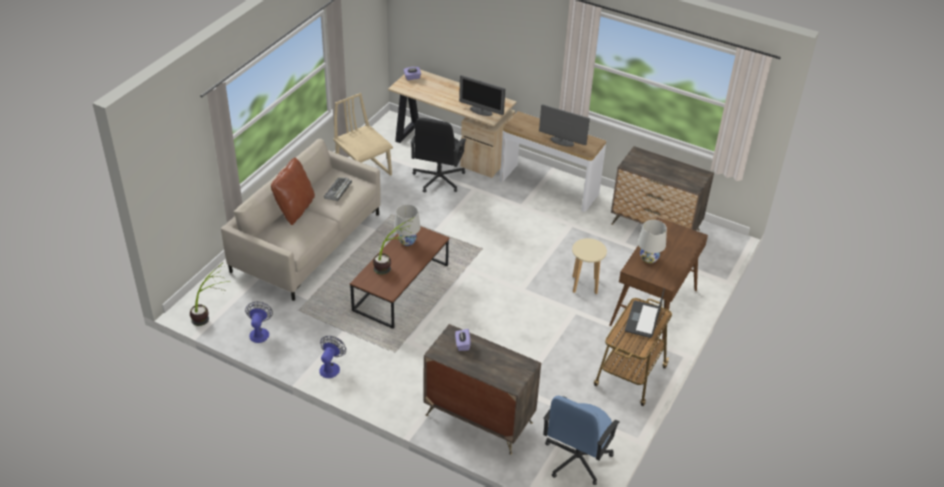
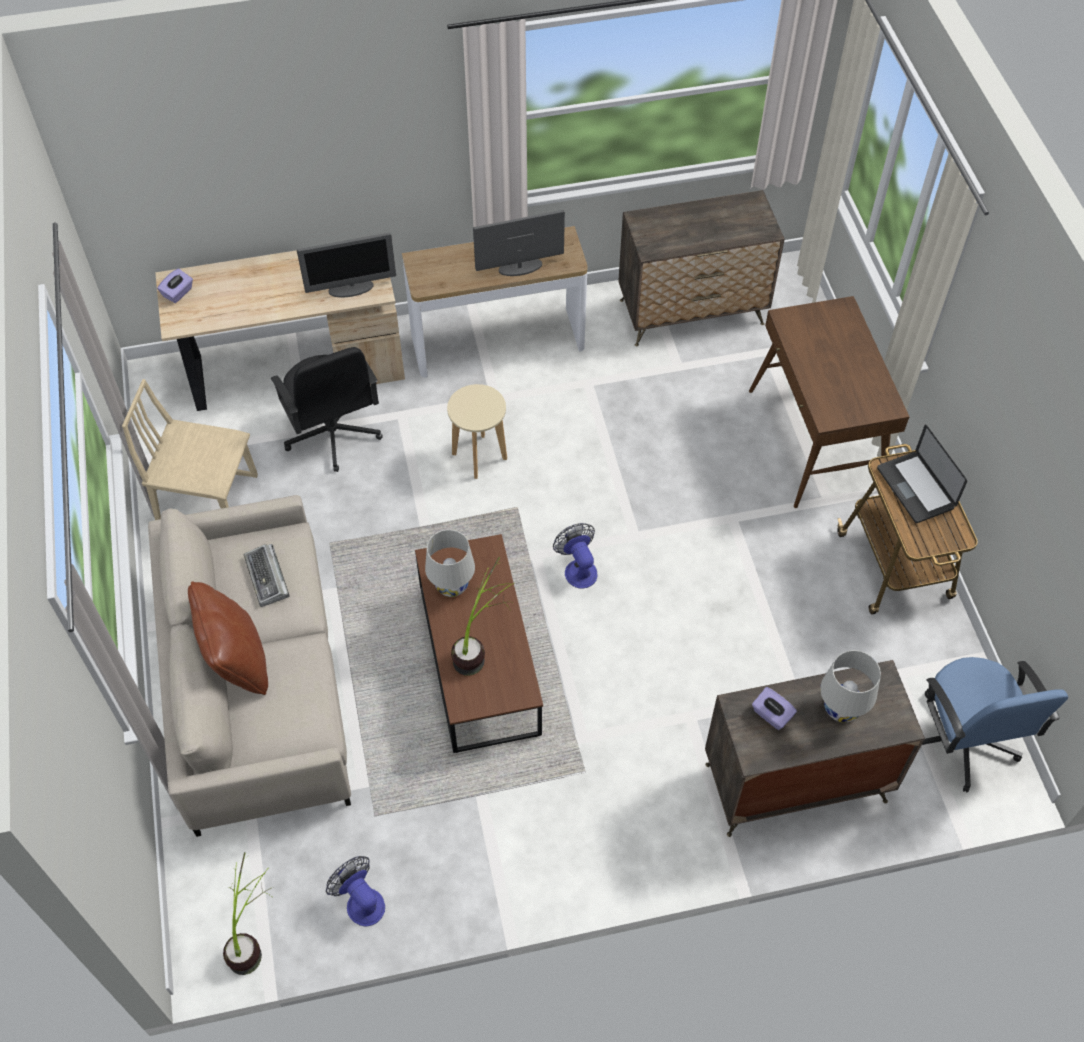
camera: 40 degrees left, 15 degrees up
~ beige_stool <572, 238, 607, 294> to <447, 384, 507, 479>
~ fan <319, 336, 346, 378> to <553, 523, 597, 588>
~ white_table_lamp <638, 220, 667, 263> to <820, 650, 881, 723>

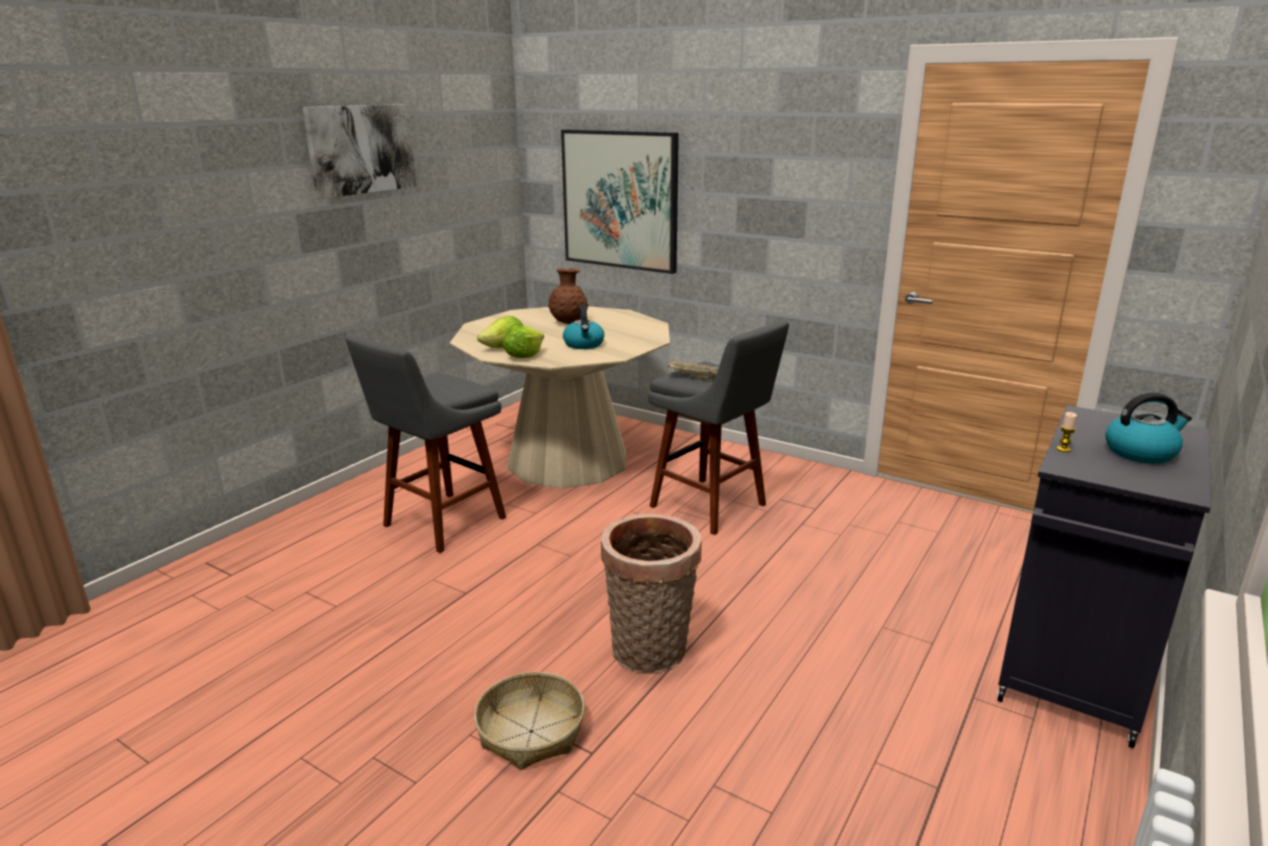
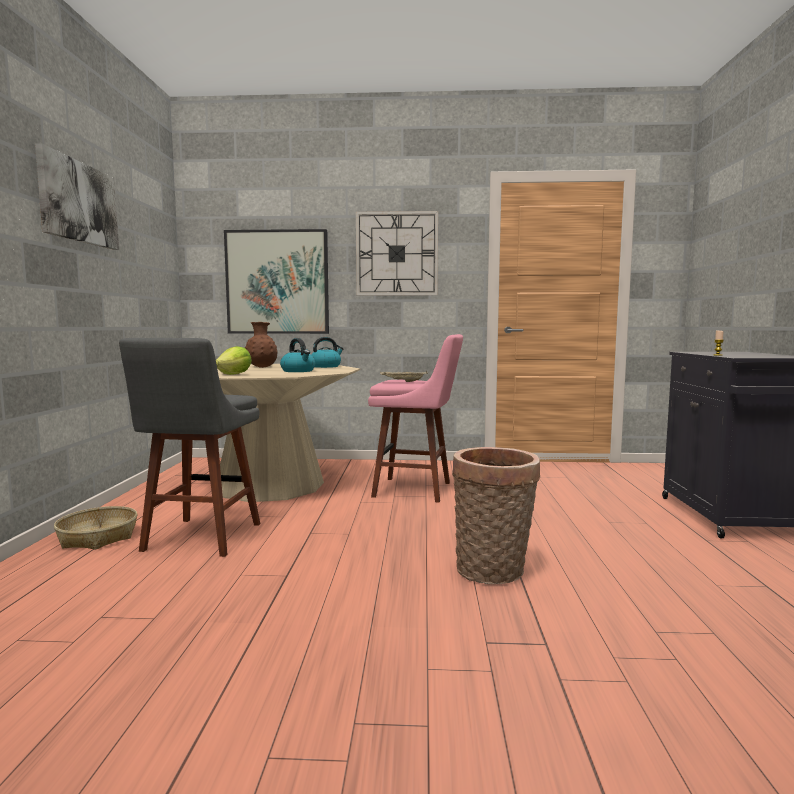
camera: 30 degrees left, 15 degrees down
~ basket <474, 672, 585, 770> to <54, 506, 138, 550>
~ kettle <1105, 393, 1192, 464> to <311, 337, 343, 368>
+ wall_clock <356, 211, 438, 296>
~ grey_stool <648, 321, 789, 535> to pink_stool <368, 334, 463, 503>
- lettuce <503, 326, 544, 358>

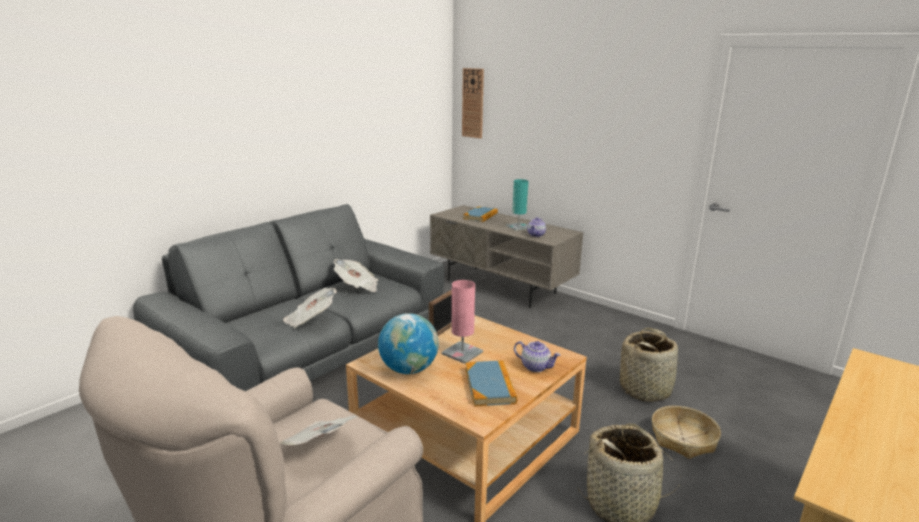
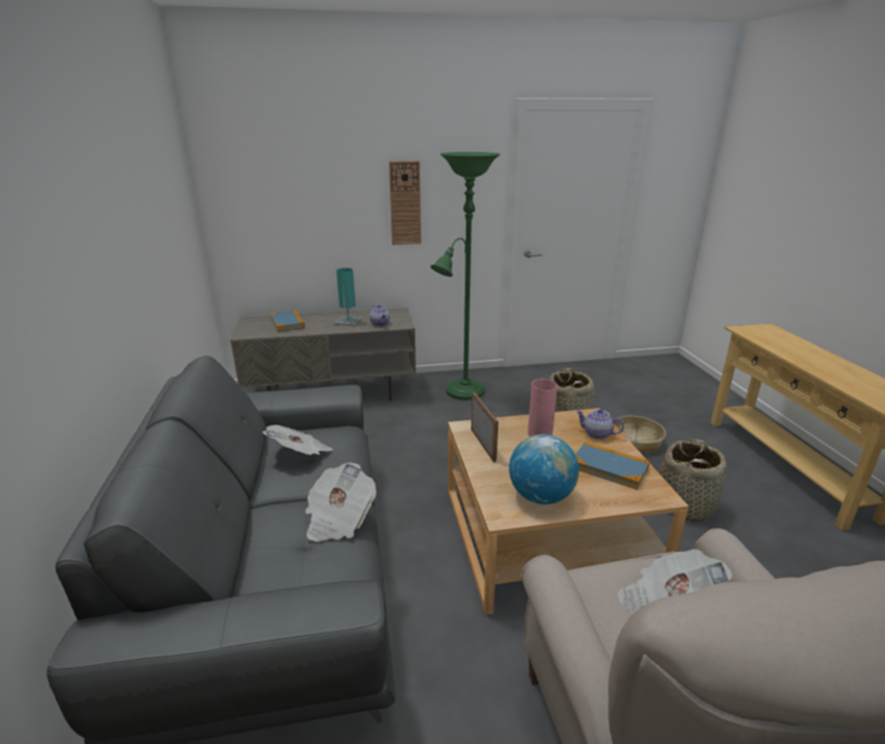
camera: 50 degrees left, 5 degrees up
~ wall_clock <462, 68, 484, 139> to <389, 161, 421, 245>
+ green_floor_lamp <430, 152, 501, 400>
~ teapot <514, 341, 560, 372> = <576, 409, 624, 439> 135 degrees counterclockwise

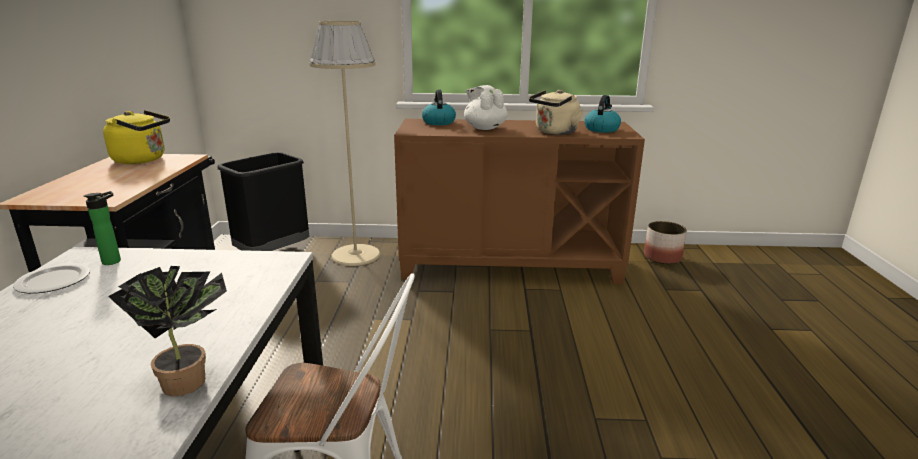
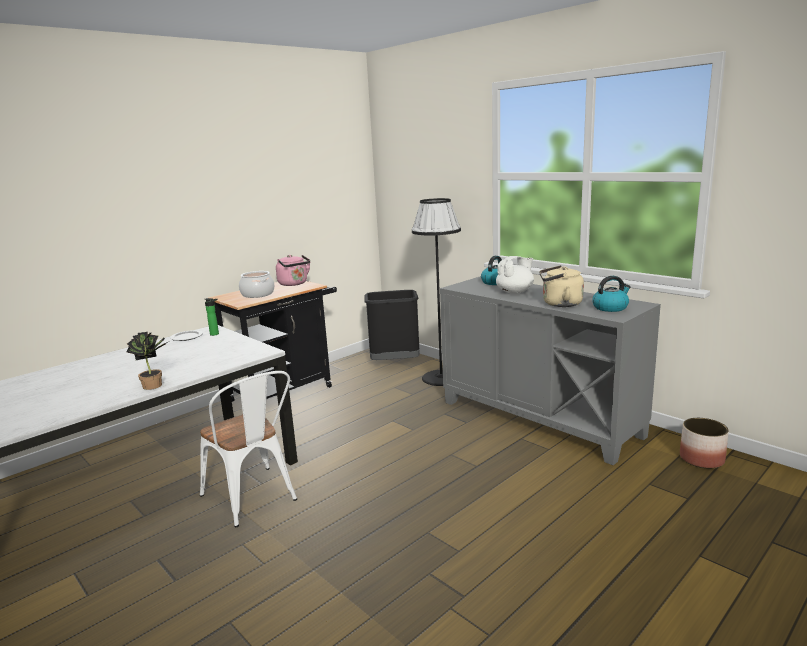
camera: 45 degrees right, 5 degrees down
+ cooking_pot <239, 271, 274, 298>
~ yellow_kettle <103, 110, 170, 164> to pink_kettle <276, 255, 310, 286>
~ beige_floor_lamp <309, 21, 380, 266> to black_floor_lamp <412, 198, 461, 386>
~ brown_cabinet <394, 119, 645, 285> to grey_cabinet <440, 276, 661, 465>
~ white_teapot <464, 85, 508, 130> = <496, 256, 534, 294> 45 degrees clockwise

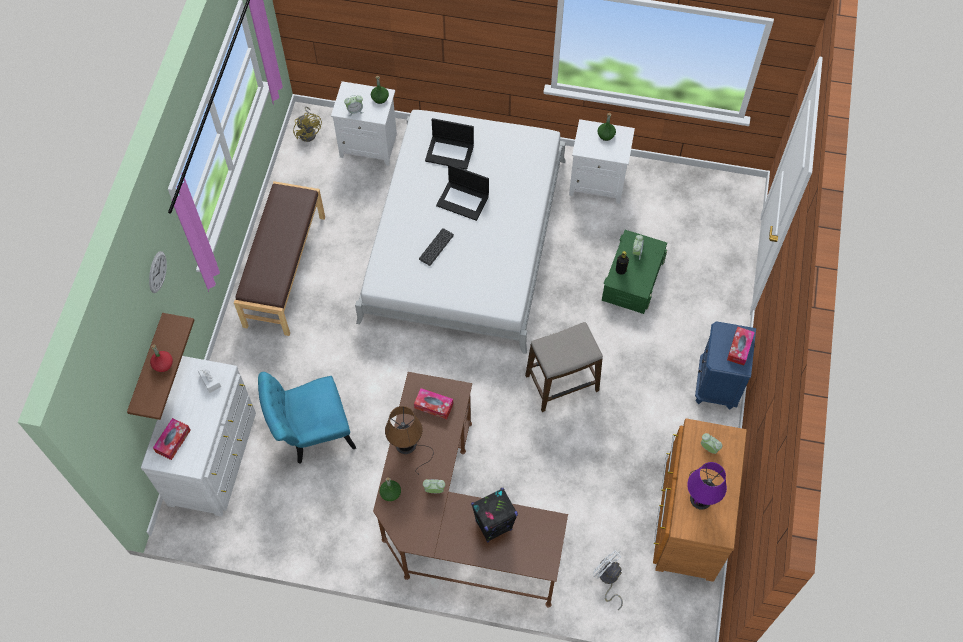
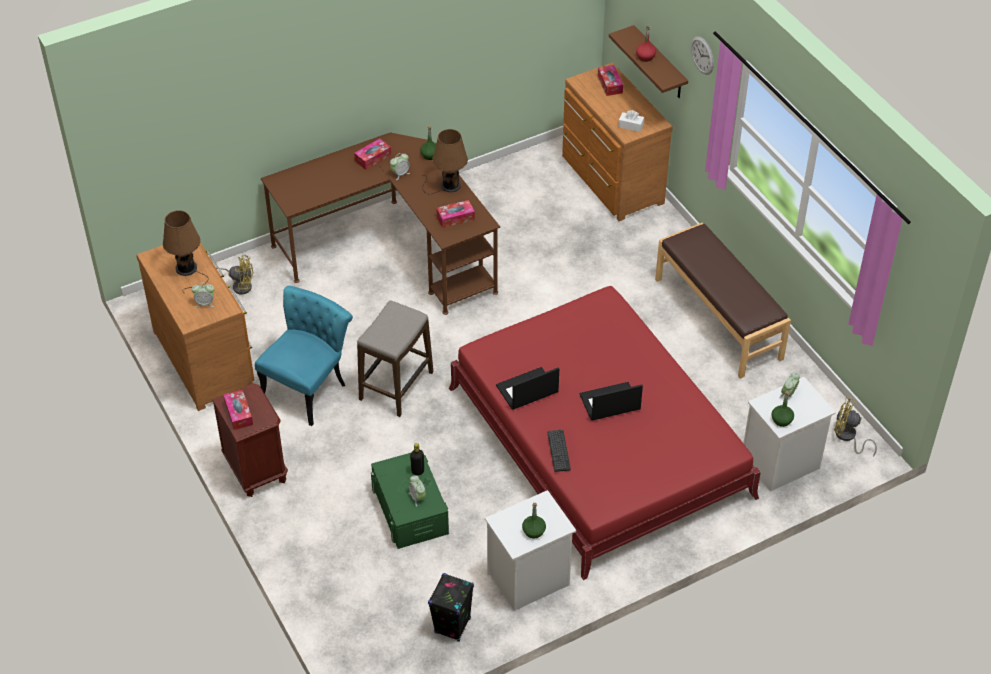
camera: 140 degrees right, 15 degrees down
~ purple_table_lamp <687, 462, 727, 510> to brown_table_lamp <163, 210, 207, 294>
~ blue_nightstand <695, 321, 756, 410> to brown_nightstand <212, 383, 288, 497>
~ white_fan <593, 550, 623, 610> to yellow_fan <216, 255, 253, 295>
~ turquoise_chair <258, 372, 356, 464> to <255, 286, 353, 426>
+ tissue_box <354, 139, 391, 170>
~ black_speaker <471, 488, 518, 543> to <428, 573, 474, 642>
~ white_bed <355, 110, 566, 354> to red_bed <449, 286, 761, 580>
~ laptop <425, 118, 474, 170> to <496, 367, 559, 410>
~ keyboard <419, 228, 454, 266> to <547, 430, 571, 472>
~ white_dresser <141, 356, 256, 517> to brown_dresser <562, 63, 673, 221>

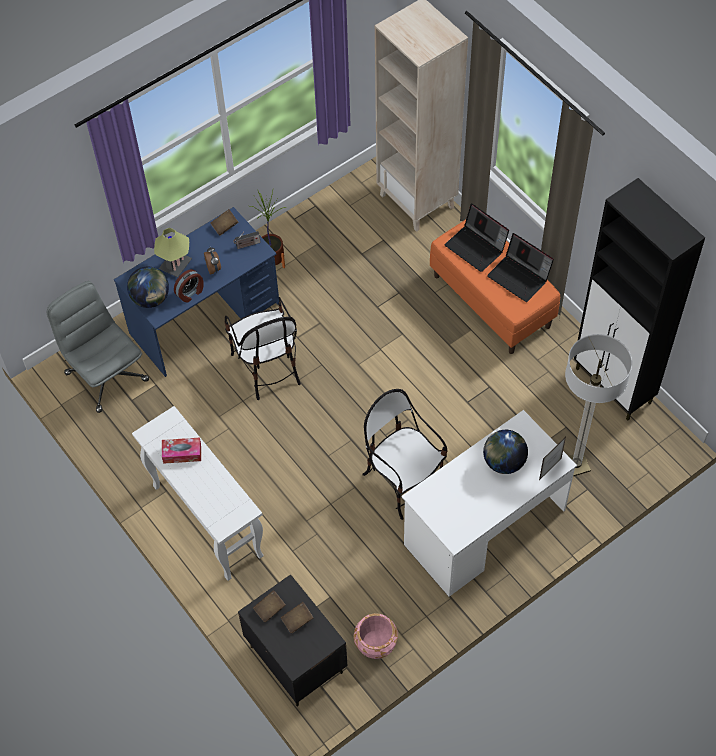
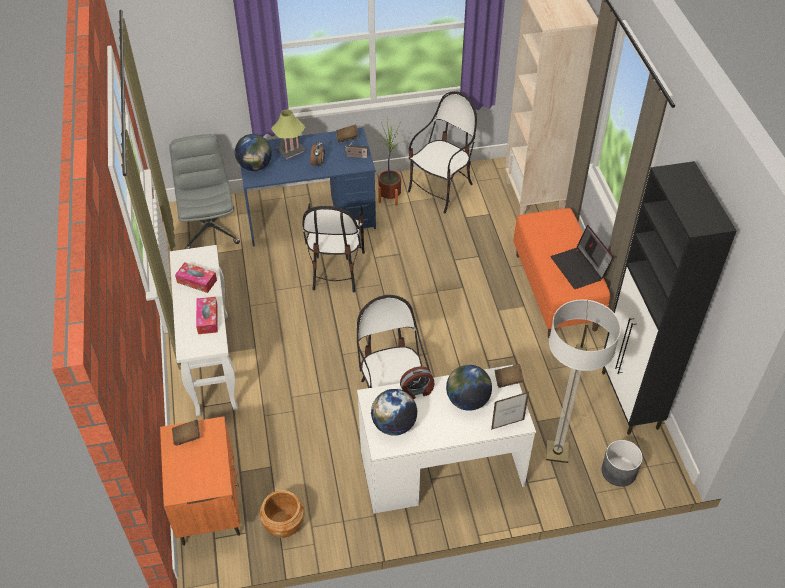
camera: 25 degrees right, 10 degrees down
~ black_nightstand <238, 574, 348, 707> to orange_nightstand <160, 416, 240, 546>
+ tissue_box <196, 297, 218, 334>
~ pink_planter <353, 613, 398, 659> to brown_planter <260, 490, 305, 538>
+ globe <371, 389, 418, 436>
~ alarm_clock <174, 269, 204, 302> to <400, 366, 434, 399>
+ chair <408, 91, 477, 213>
~ brown_book <281, 602, 313, 633> to <495, 364, 524, 388>
+ grey_planter <601, 440, 643, 487>
- laptop <444, 203, 509, 272>

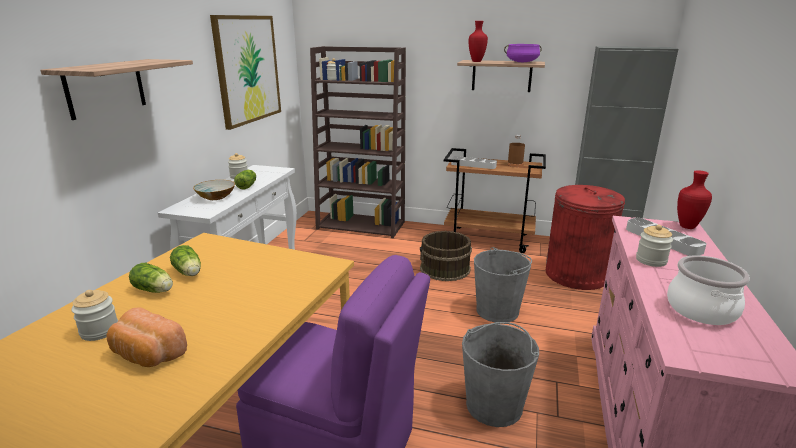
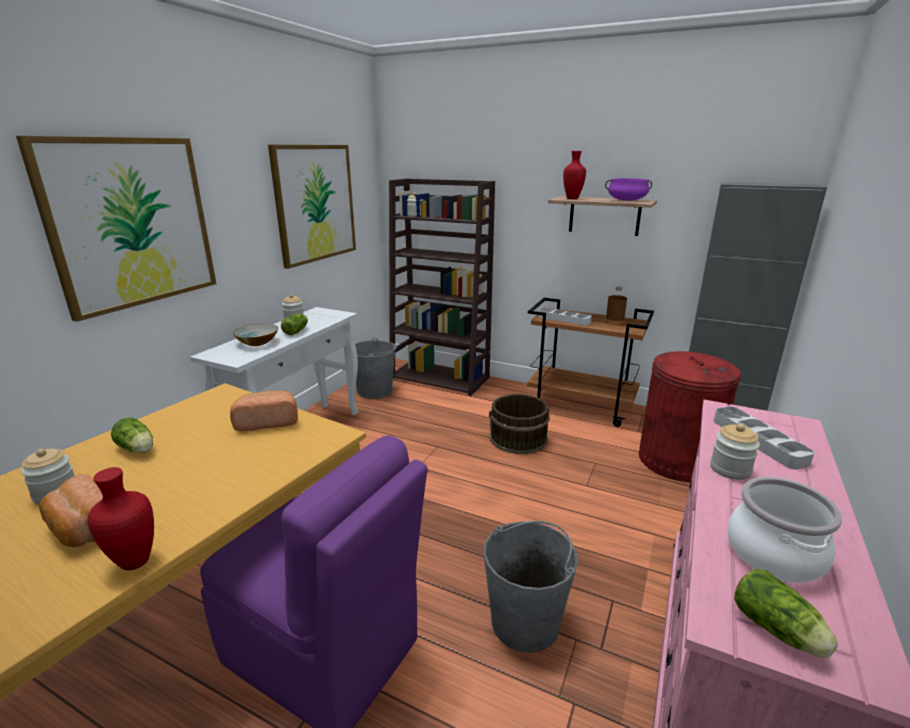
camera: 10 degrees right, 0 degrees up
~ shelf <40, 59, 193, 120> to picture <16, 136, 216, 322>
~ red_vase <677, 170, 712, 229> to <88, 467, 154, 570>
+ bread <230, 390, 298, 431>
~ grey_bucket <474, 247, 532, 322> to <355, 338, 397, 399>
~ lettuce <170, 245, 201, 276> to <734, 569, 838, 658>

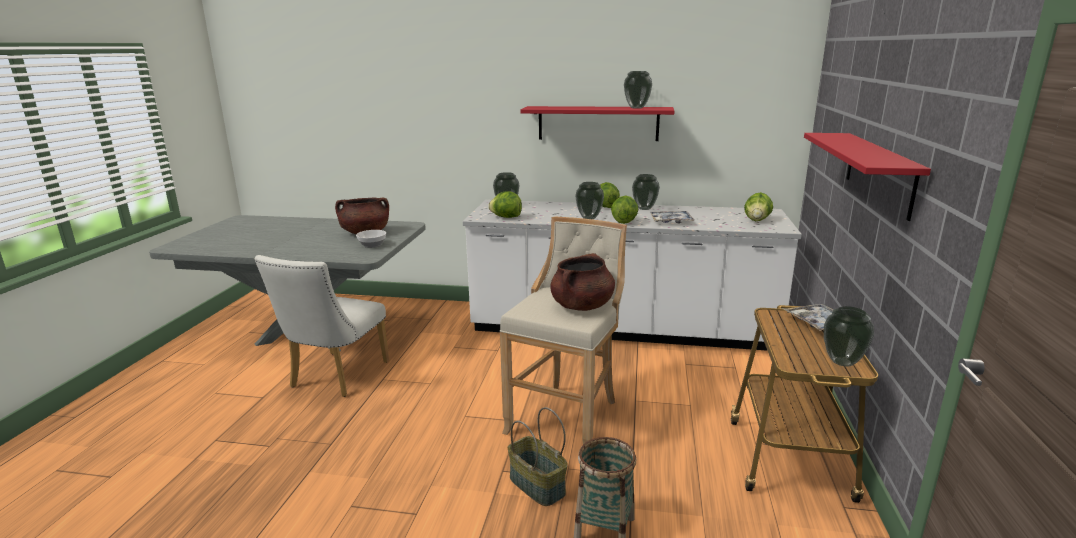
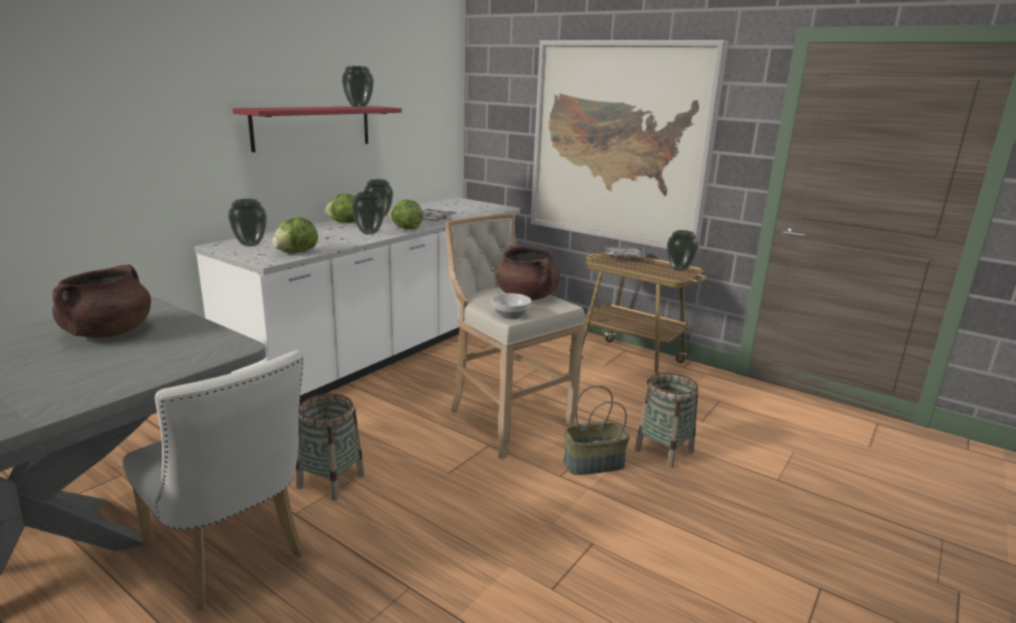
camera: 65 degrees left, 0 degrees up
+ basket <296, 394, 364, 501>
~ bowl <356, 230, 386, 248> to <491, 293, 531, 319>
~ red_shelf <804, 133, 931, 221> to picture <531, 40, 729, 252>
- lettuce <744, 192, 773, 221>

